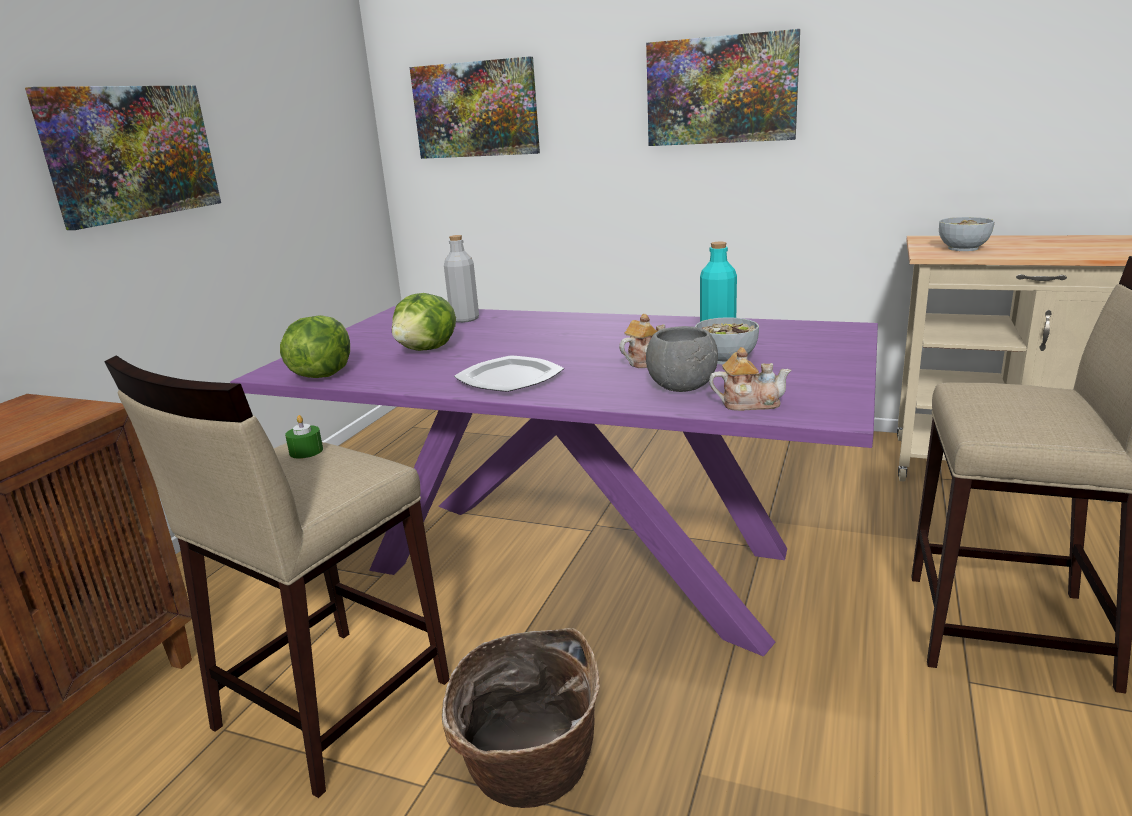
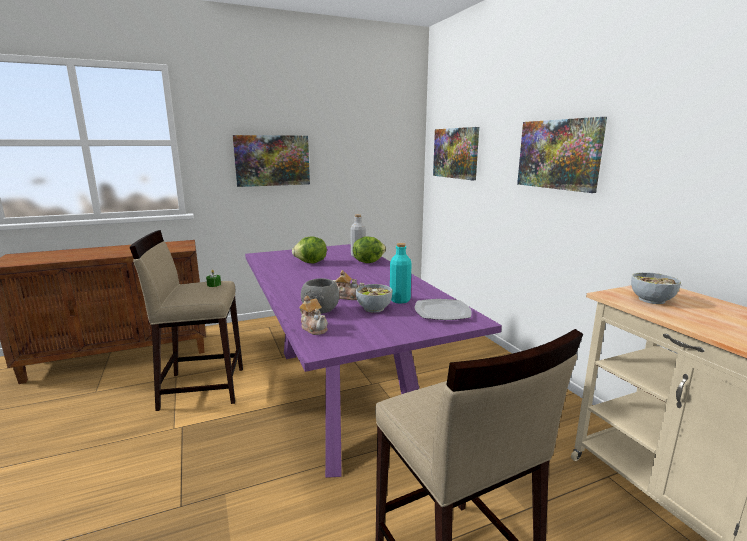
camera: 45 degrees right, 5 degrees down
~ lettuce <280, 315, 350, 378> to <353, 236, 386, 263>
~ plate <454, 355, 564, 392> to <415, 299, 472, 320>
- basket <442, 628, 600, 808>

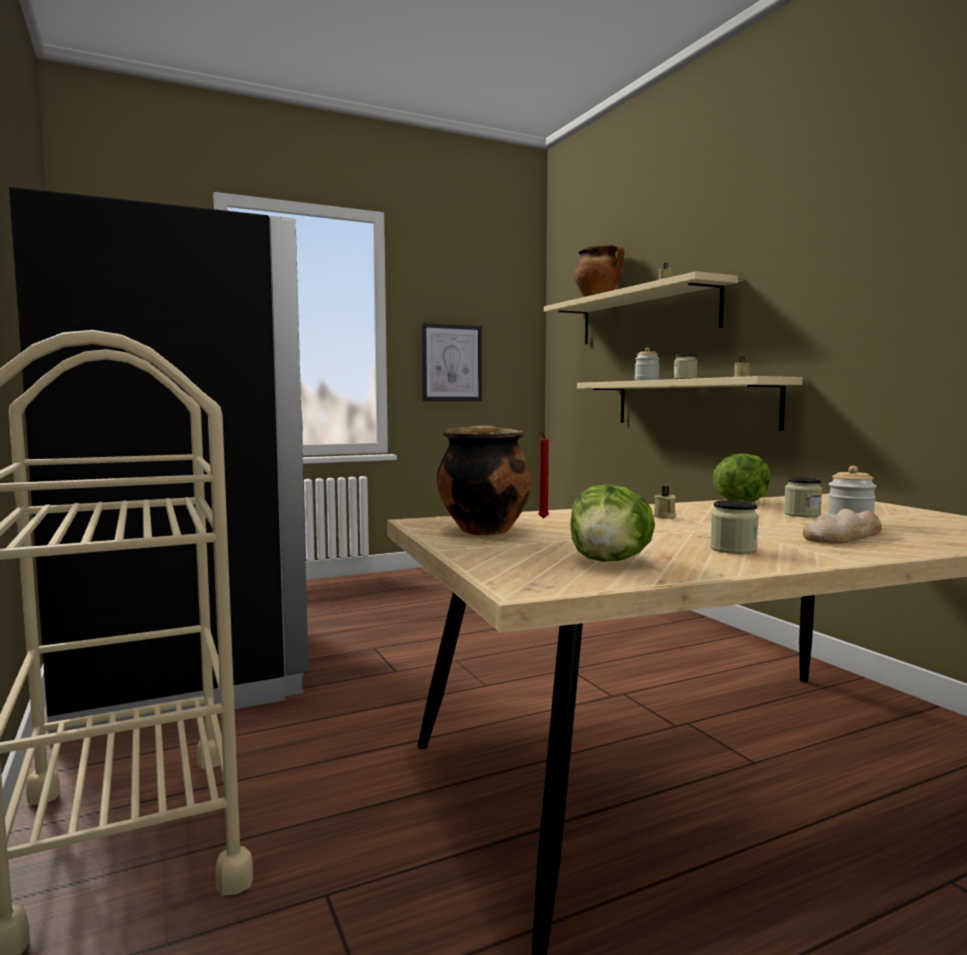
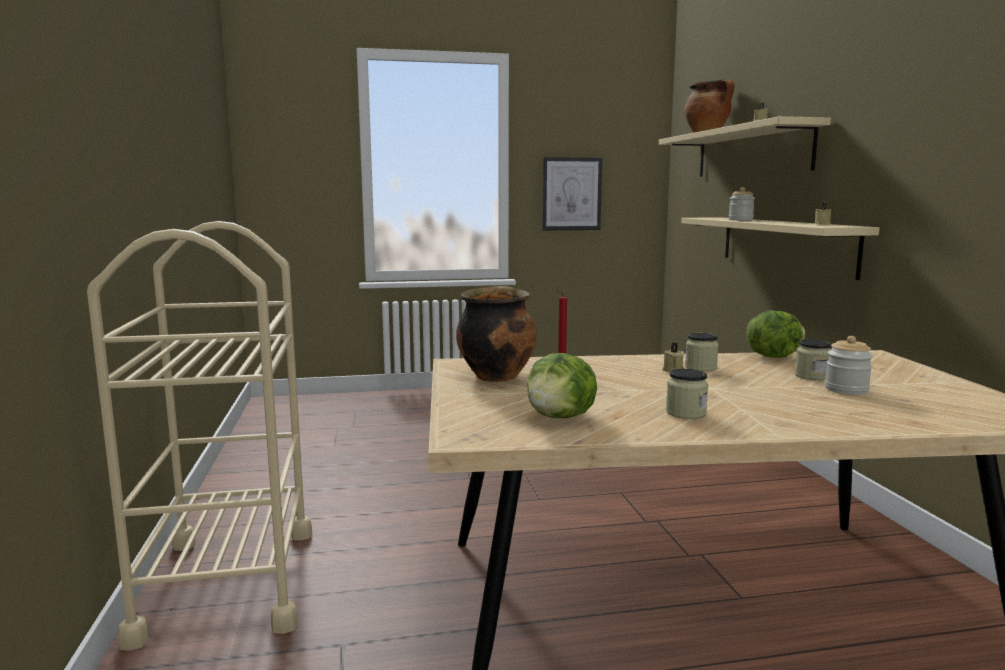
camera: 15 degrees right, 5 degrees up
~ jar <674, 354, 698, 379> to <685, 333, 719, 371>
- black_fridge <9, 187, 309, 734>
- bread <803, 509, 882, 544>

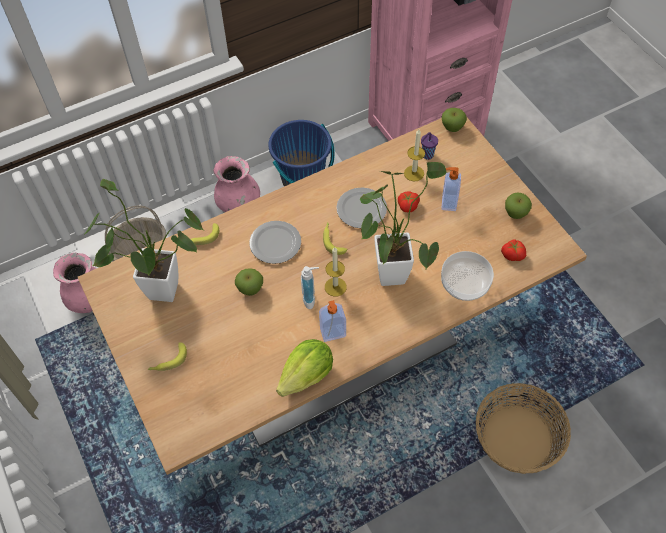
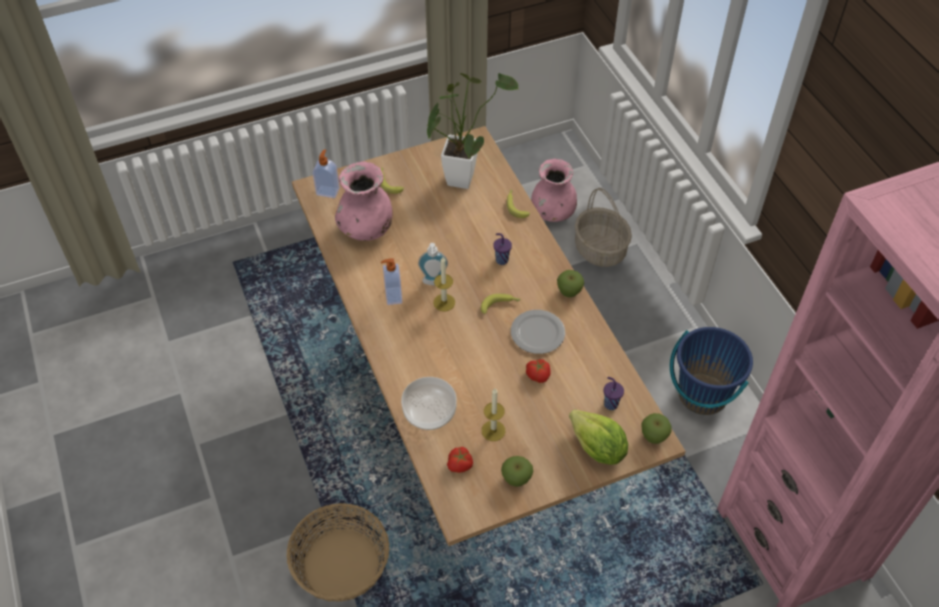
camera: 95 degrees right, 5 degrees down
~ soap_dispenser <441, 167, 461, 211> to <313, 149, 340, 198>
~ pink_vase <213, 156, 260, 212> to <335, 161, 392, 241>
~ candle <404, 129, 425, 181> to <482, 388, 505, 441>
~ plate <249, 221, 301, 264> to purple_cup <493, 233, 512, 265>
~ apple <235, 268, 263, 296> to <557, 270, 584, 297>
~ lettuce <276, 339, 333, 397> to <569, 409, 628, 465>
- potted_plant <360, 162, 447, 286>

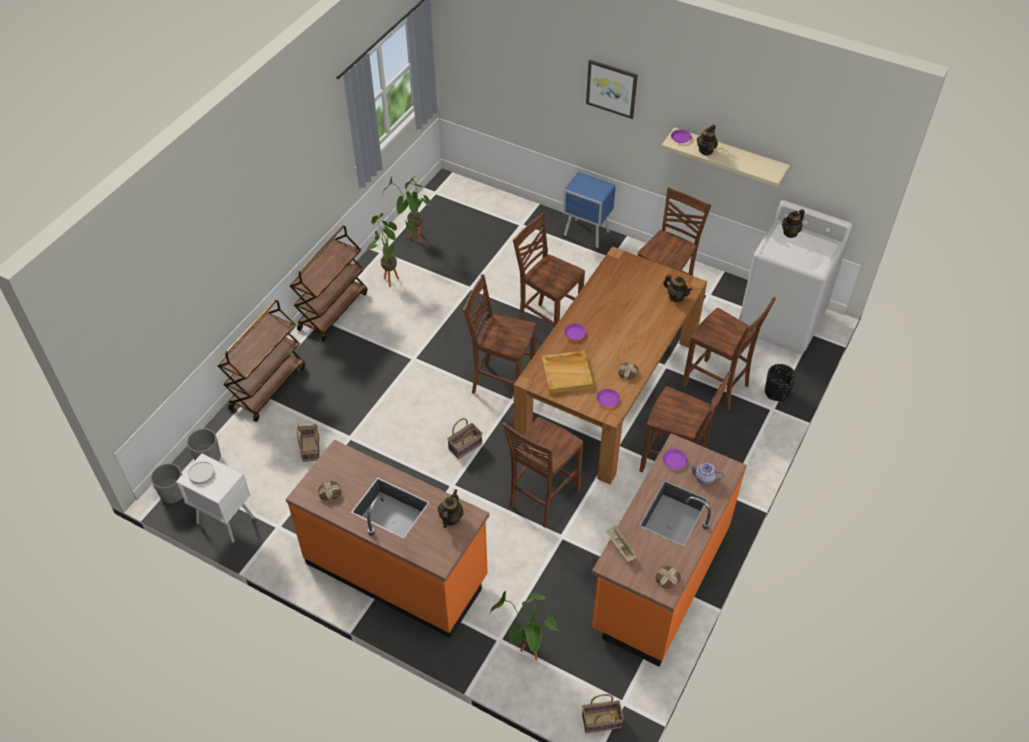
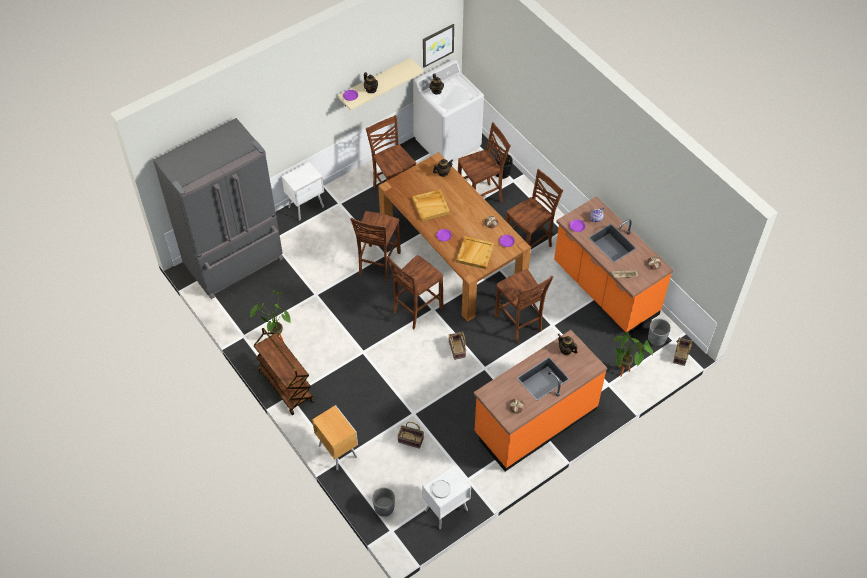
camera: 65 degrees left, 5 degrees up
+ grey_fridge <153, 118, 284, 299>
~ blue_nightstand <563, 172, 616, 248> to white_nightstand <282, 162, 324, 220>
~ brown_cart <218, 300, 305, 422> to brown_nightstand <312, 405, 358, 470>
~ brown_chair <513, 213, 585, 327> = <350, 211, 401, 281> 45 degrees counterclockwise
+ beige_tray <412, 189, 450, 221>
~ picture <586, 59, 638, 119> to <423, 24, 454, 68>
~ grey_planter <151, 463, 183, 504> to <648, 318, 671, 346>
- potted_plant <382, 175, 433, 242>

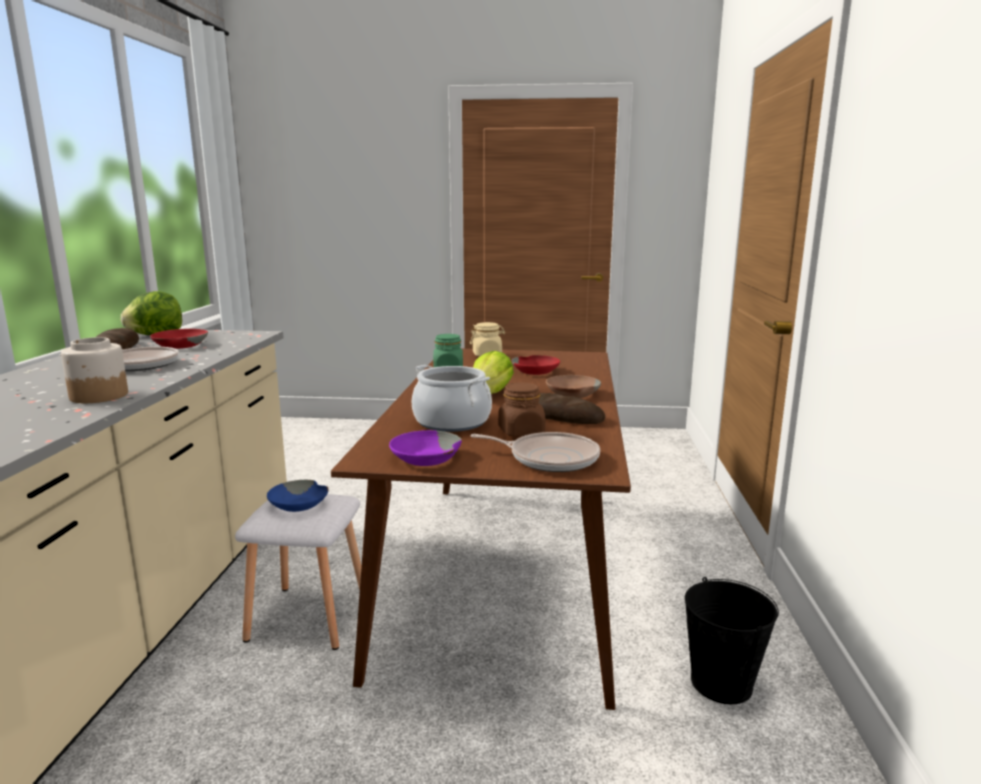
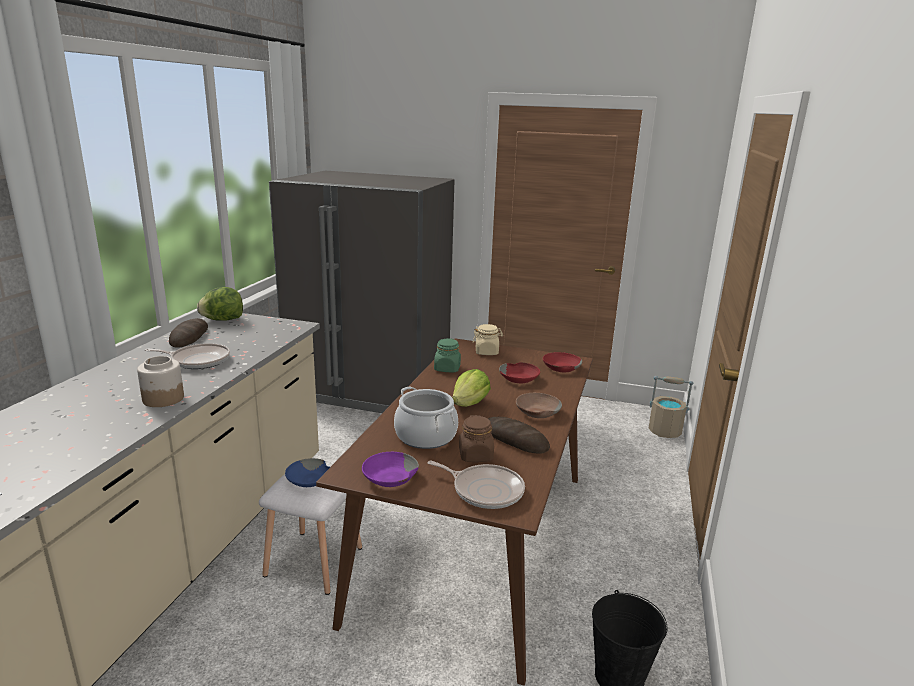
camera: 10 degrees right, 5 degrees up
+ grey_fridge <269, 171, 455, 413>
~ red_bowl <150, 329, 208, 349> to <543, 352, 582, 372>
+ beige_bucket <648, 376, 693, 438>

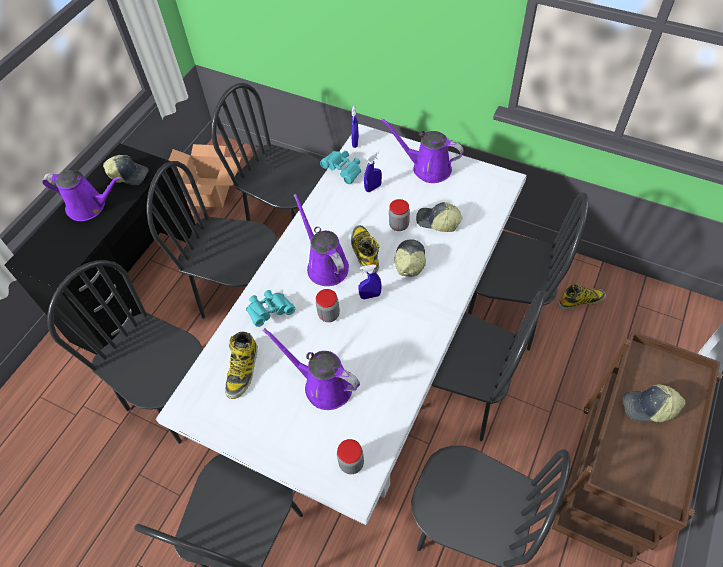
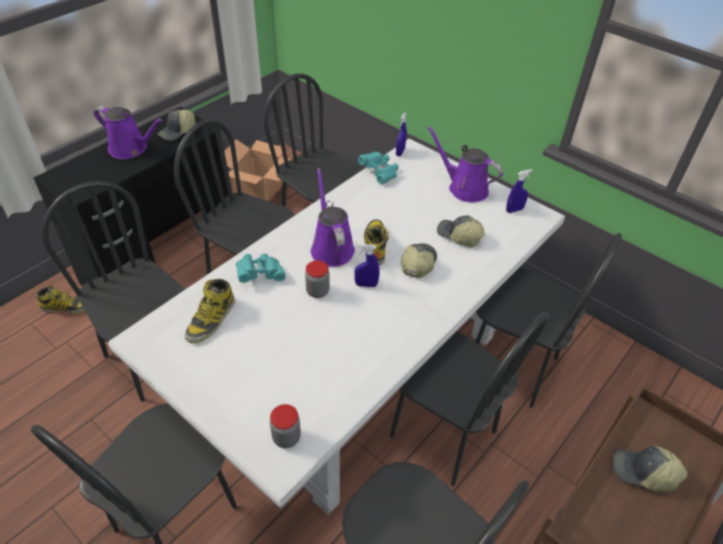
camera: 10 degrees right, 10 degrees down
~ boot <558, 283, 606, 310> to <36, 285, 85, 314>
~ cap <103, 155, 149, 185> = <157, 110, 196, 141> 105 degrees clockwise
~ blue_spray_bottle <364, 151, 382, 192> to <506, 169, 533, 213>
- purple_watering_can <263, 328, 360, 410>
- jar <389, 199, 410, 231>

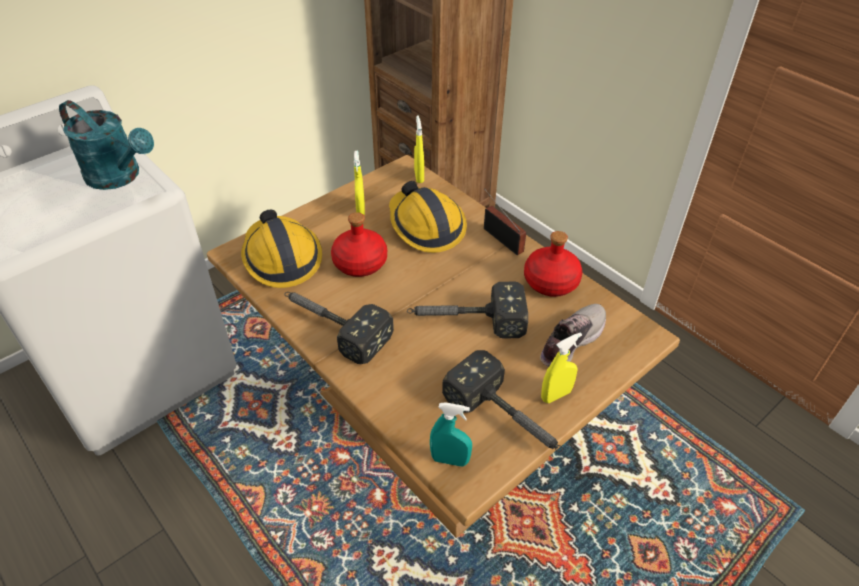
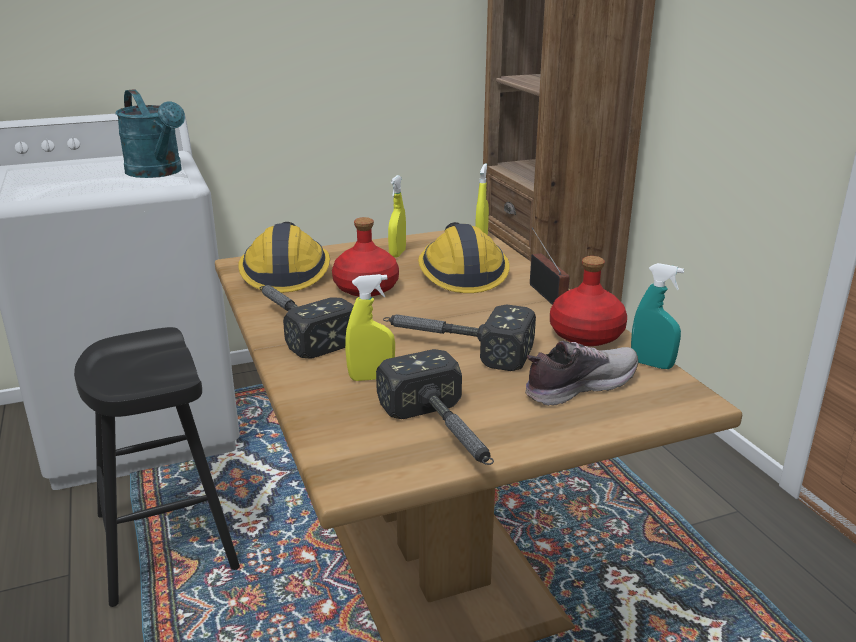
camera: 20 degrees right, 20 degrees down
+ black_stool <74, 327, 240, 607>
~ yellow_spray_bottle <541, 332, 582, 403> to <345, 274, 395, 381>
~ turquoise_spray_bottle <430, 402, 472, 467> to <631, 263, 684, 369>

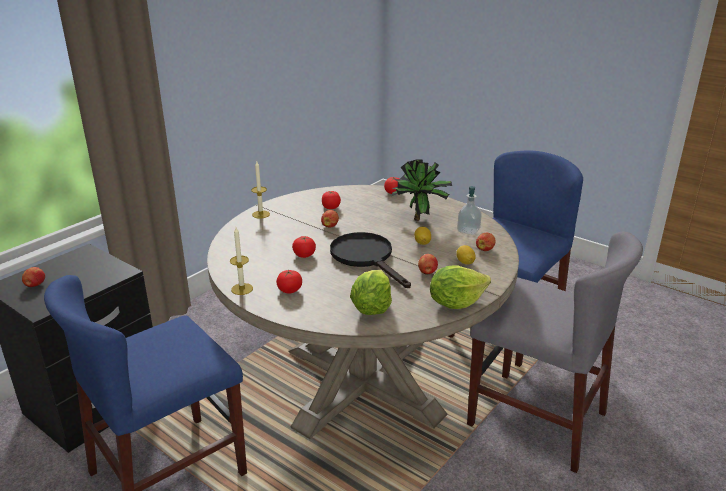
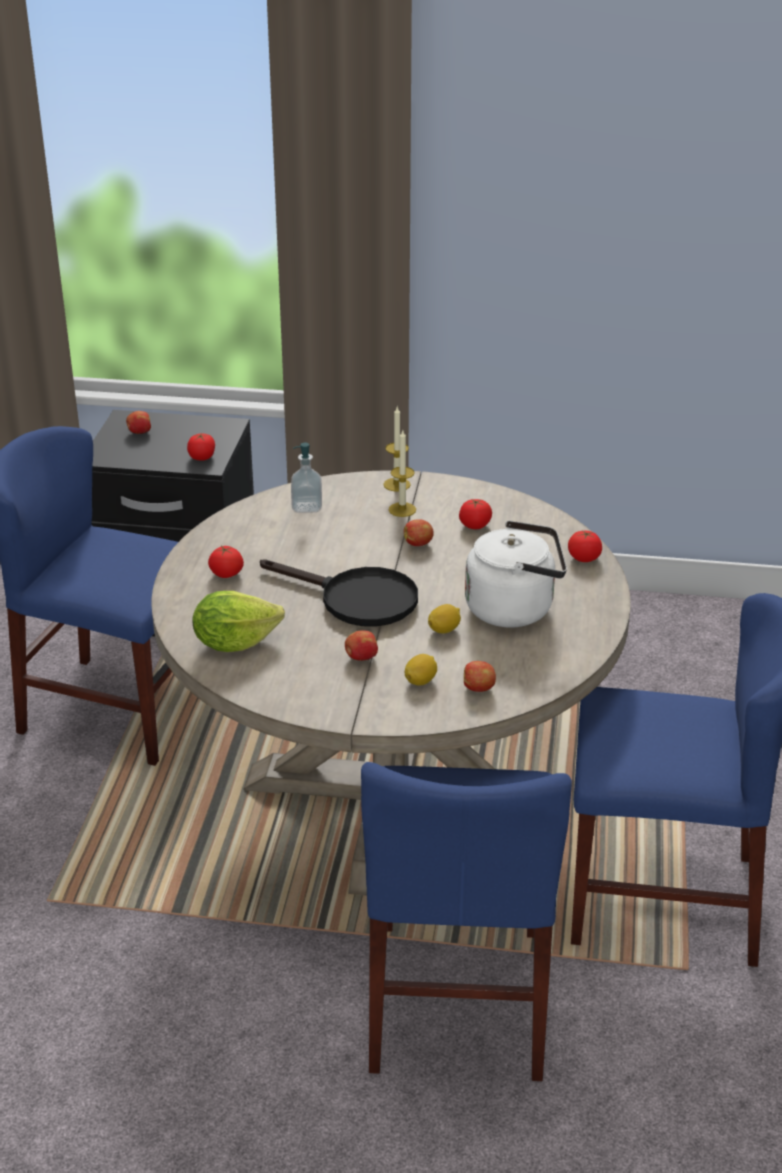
camera: 60 degrees right, 5 degrees up
~ tomato <292, 236, 316, 258> to <187, 433, 215, 461>
~ black_frying_pan <330, 232, 411, 288> = <260, 560, 418, 627> 90 degrees clockwise
~ soap_dispenser <457, 186, 482, 235> to <291, 443, 322, 513>
~ grey_chair <467, 231, 643, 473> to blue_chair <361, 762, 572, 1081>
~ candle <230, 227, 253, 295> to <389, 430, 416, 517>
~ potted_plant <391, 159, 452, 221> to white_kettle <465, 521, 567, 627>
- lettuce <430, 265, 491, 309>

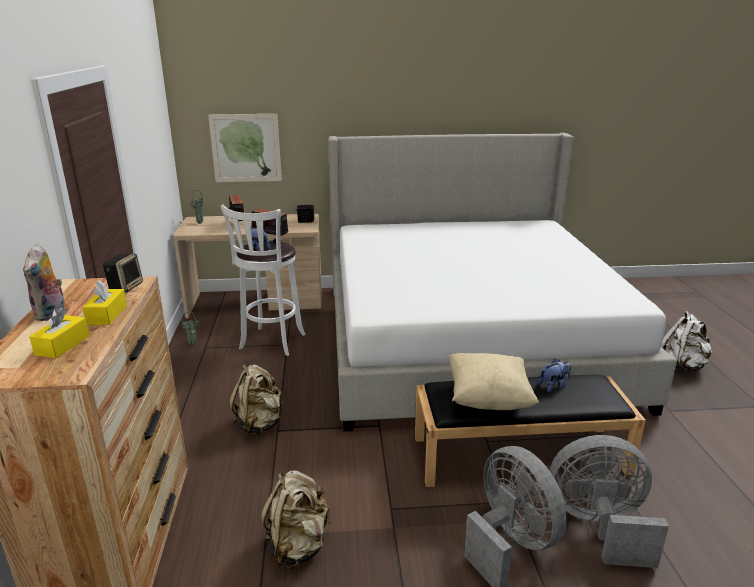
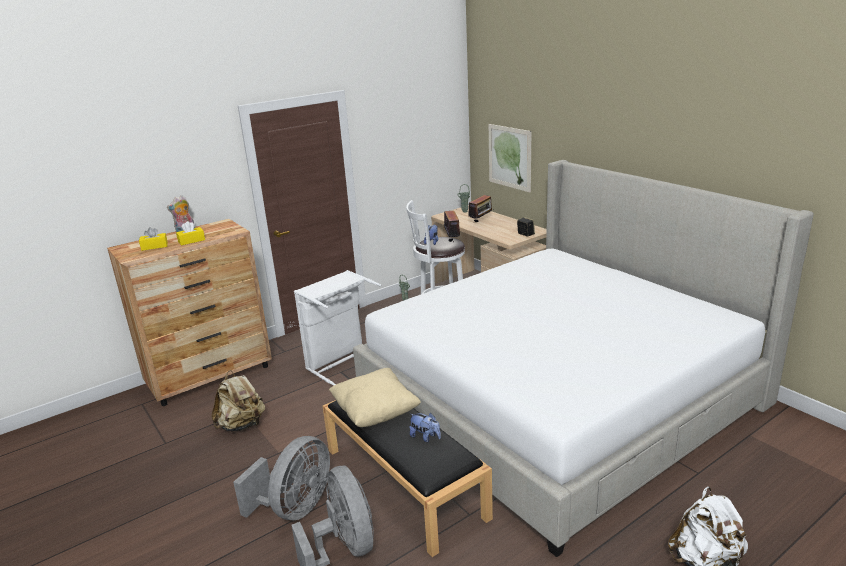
camera: 60 degrees right, 0 degrees up
~ beige_backpack <229, 364, 283, 435> to white_laundry_basket <294, 270, 381, 386>
- speaker <103, 254, 143, 292>

